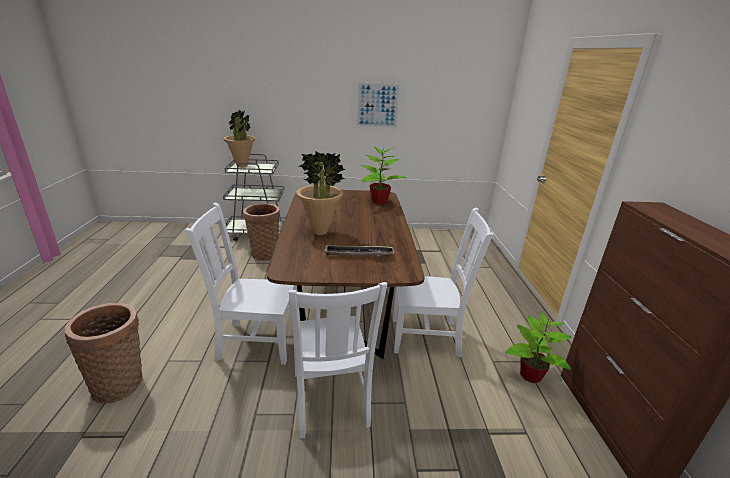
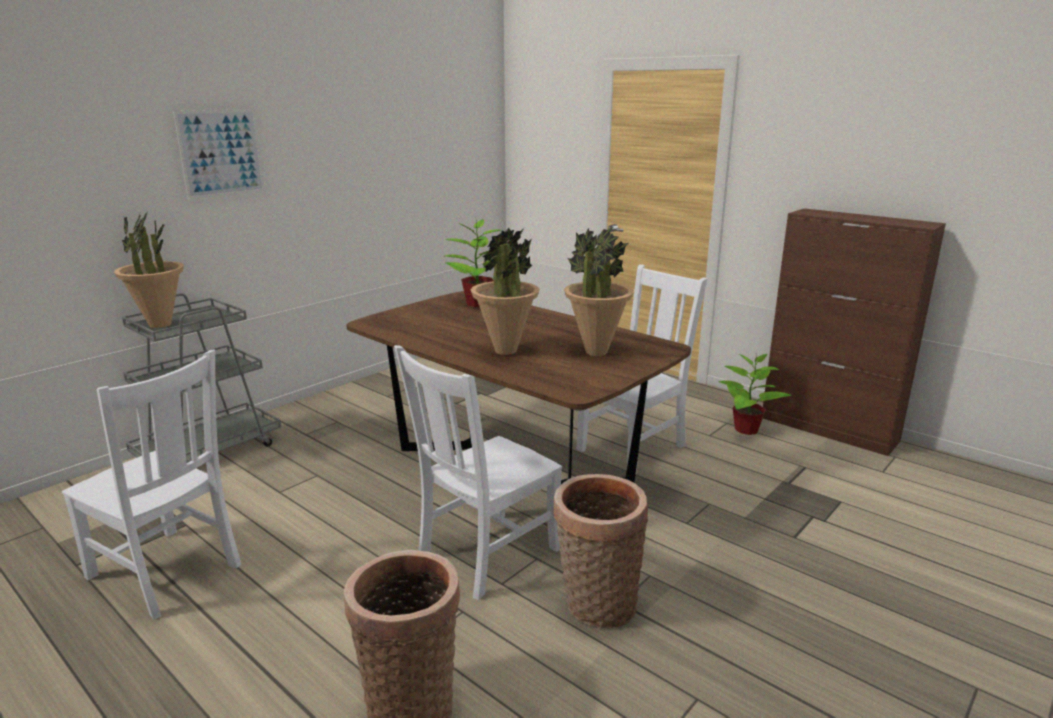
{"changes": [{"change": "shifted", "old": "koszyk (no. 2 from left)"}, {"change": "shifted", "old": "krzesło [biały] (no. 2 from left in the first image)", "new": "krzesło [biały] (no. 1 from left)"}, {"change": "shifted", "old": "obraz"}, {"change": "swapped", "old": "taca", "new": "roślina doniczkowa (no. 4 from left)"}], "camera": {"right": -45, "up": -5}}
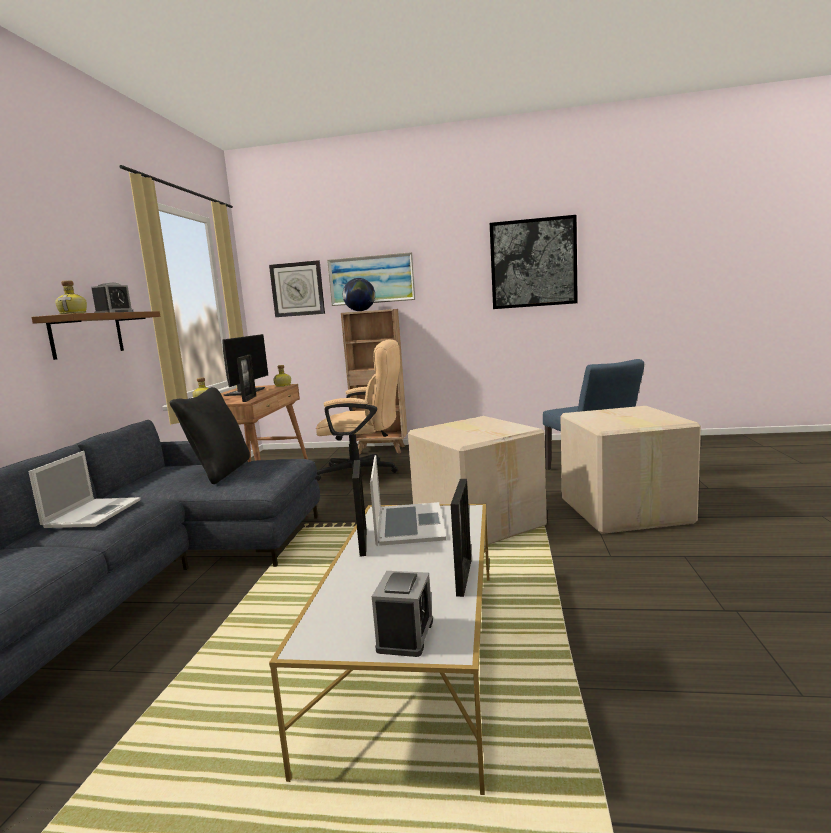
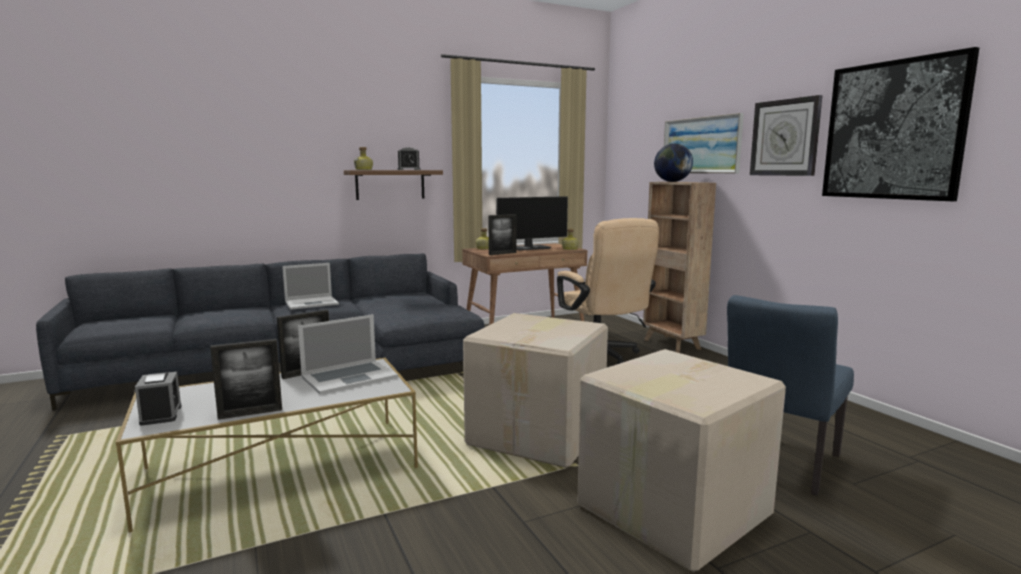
{"changes": [{"change": "gone", "old": "poduszka [czarny]"}, {"change": "shifted", "old": "zegar ścienny"}, {"change": "rotated", "old": "budzik (no. 2 from left in the first image)", "degrees": -90}], "camera": {"right": 55, "up": 0}}
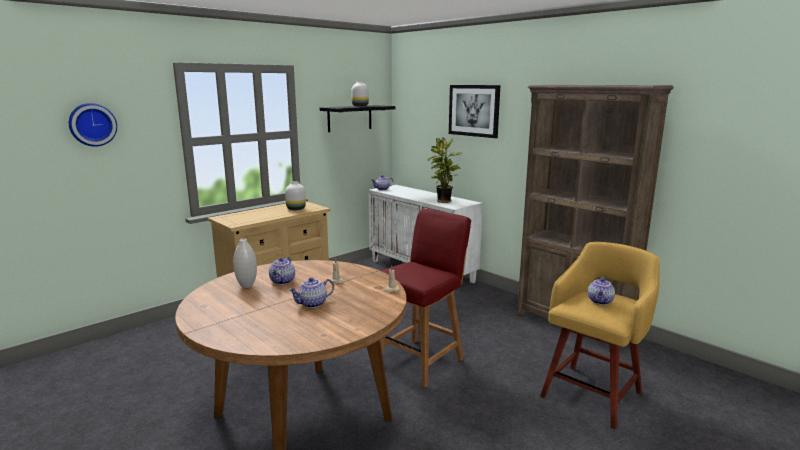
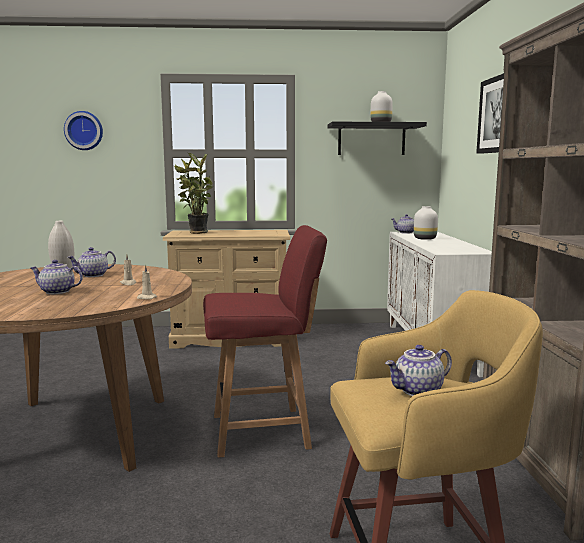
{"changes": [{"change": "shifted", "old": "wazon [biały] (no. 2 from left in the first image)", "new": "wazon [biały] (no. 3 from left)"}, {"change": "shifted", "old": "roślina doniczkowa"}], "camera": {"right": 40, "up": -5}}
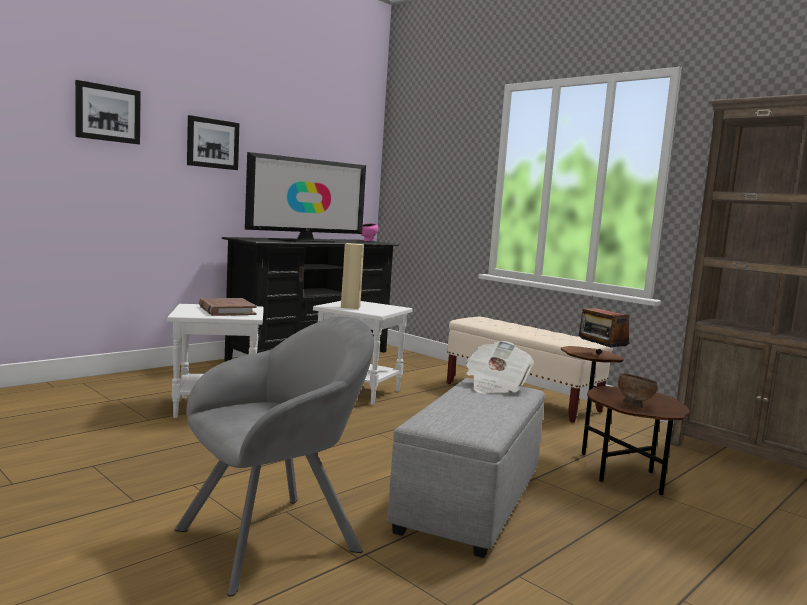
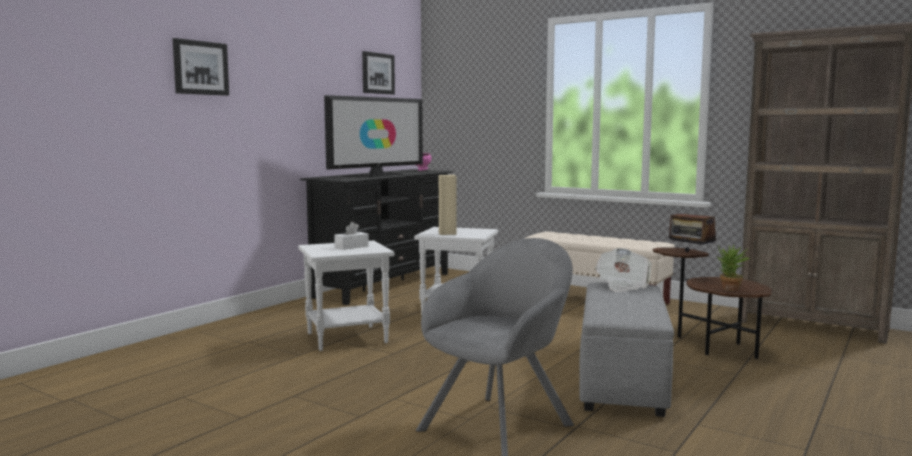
{"changes": [{"change": "shifted", "old": "obraz (no. 2 from left)"}, {"change": "swapped", "old": "książka [brązowy]", "new": "pudełko chusteczek [biały]"}, {"change": "swapped", "old": "miska [brązowy]", "new": "roślina doniczkowa"}], "camera": {"right": -10, "up": 0}}
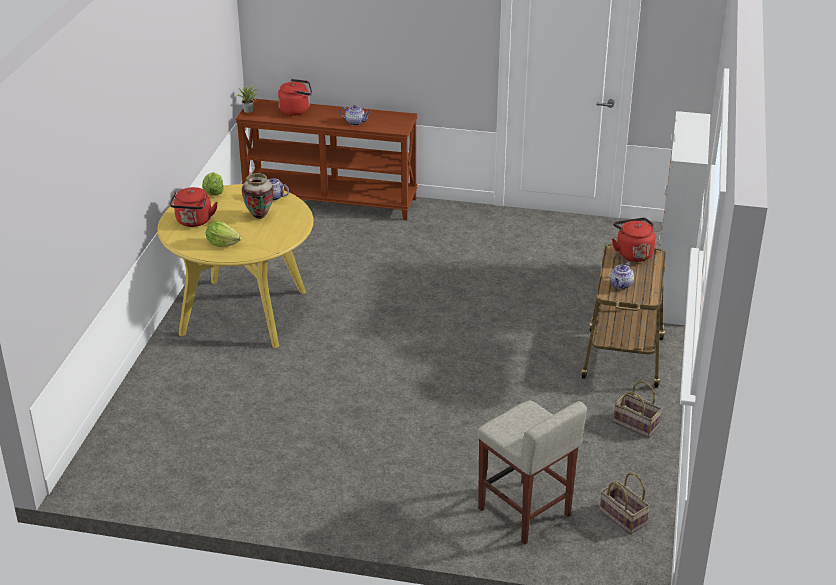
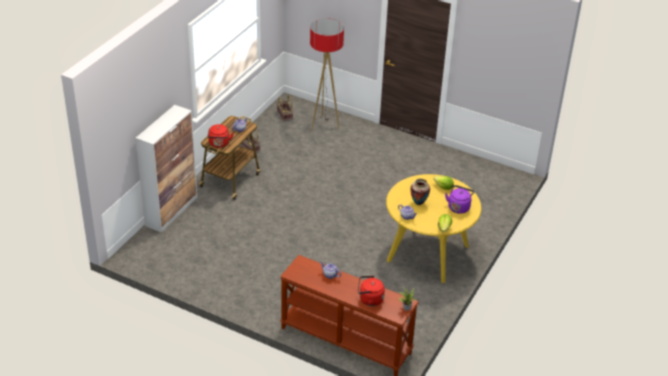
{"changes": [{"change": "swapped", "old": "stołek [beżowy]", "new": "lampa stojąca"}, {"change": "repainted", "old": "czajnik [czerwony] (no. 1 from left)", "new": "czajnik [fioletowy]"}], "camera": {"right": -165, "up": 5}}
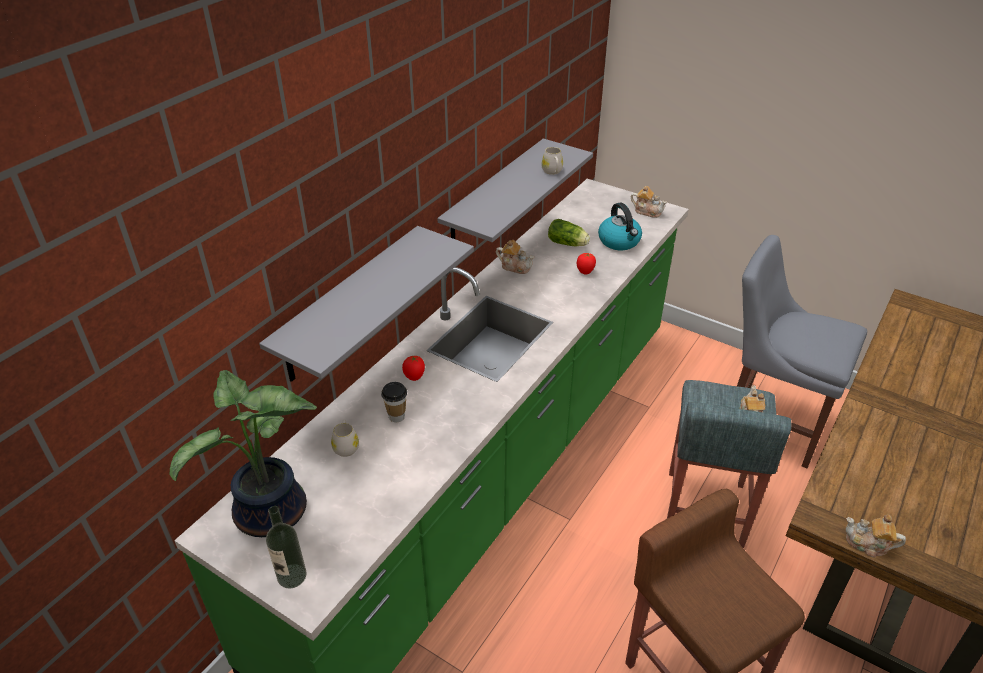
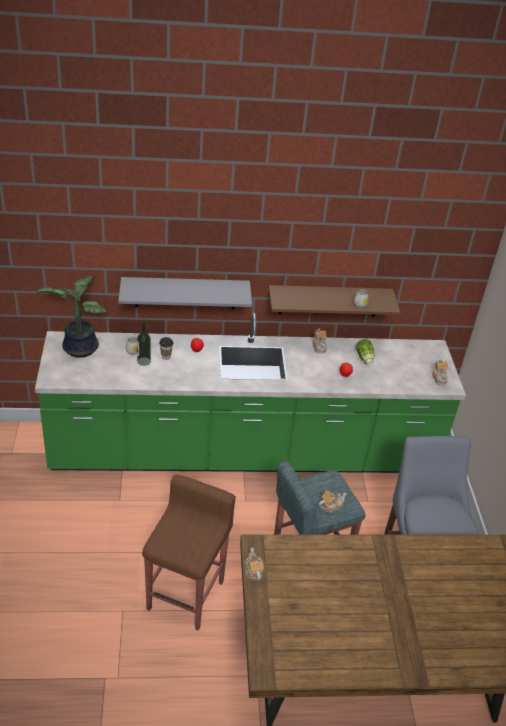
{"changes": [{"change": "gone", "old": "czajnik"}, {"change": "shifted", "old": "butelka"}, {"change": "repainted", "old": "półka [szary] (no. 2 from left)", "new": "półka [brązowy]"}], "camera": {"right": 50, "up": 0}}
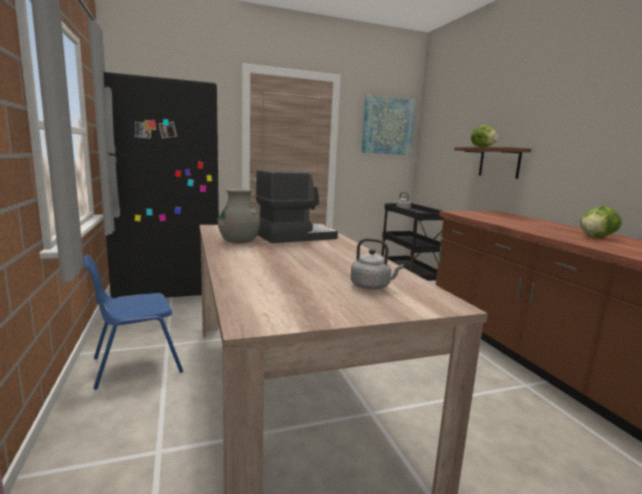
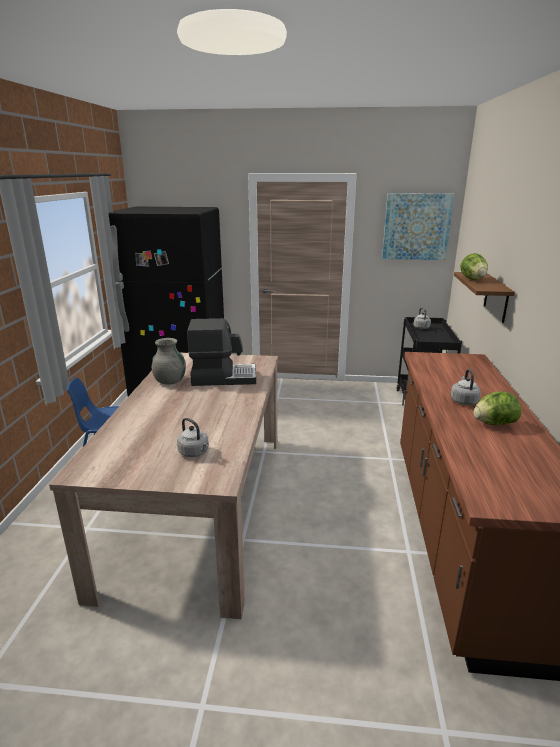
{"changes": [{"change": "new", "new": "czajnik [szary] (no. 3 from left)"}], "camera": {"right": 25, "up": 10}}
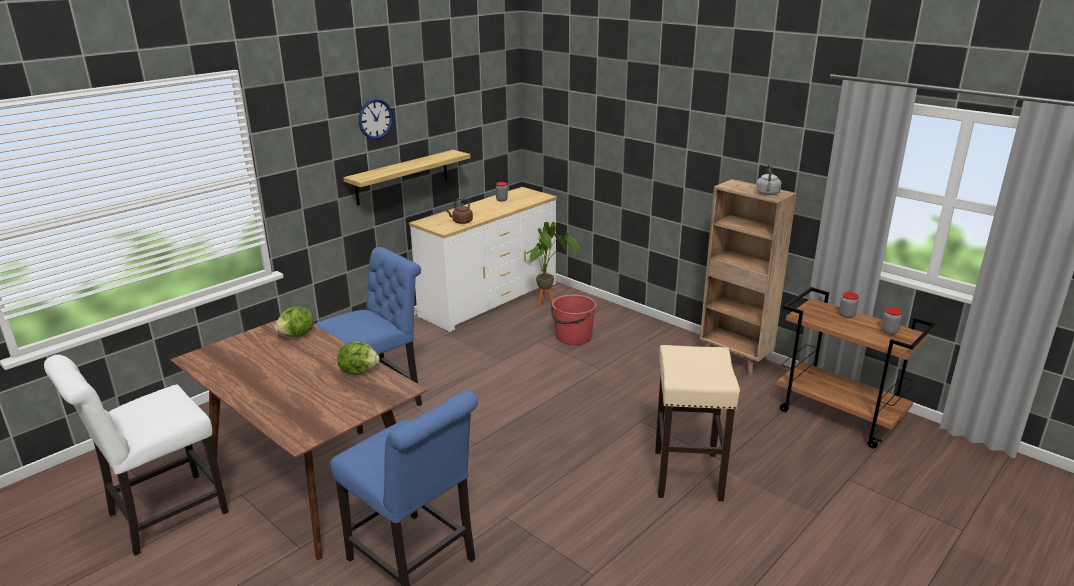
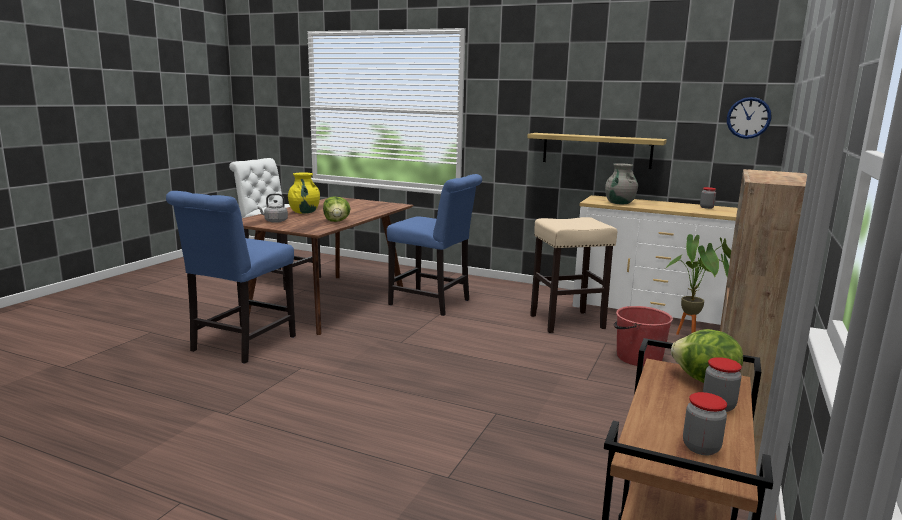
{"changes": [{"change": "new", "new": "wazon [żółty]"}, {"change": "shifted", "old": "sałata (no. 1 from left in the first image)", "new": "sałata (no. 2 from left)"}, {"change": "shifted", "old": "zegar ścienny"}, {"change": "shifted", "old": "stołek [beżowy]"}, {"change": "shifted", "old": "czajnik [szary]"}, {"change": "swapped", "old": "czajnik [brązowy]", "new": "wazon [szary]"}], "camera": {"right": 70, "up": -10}}
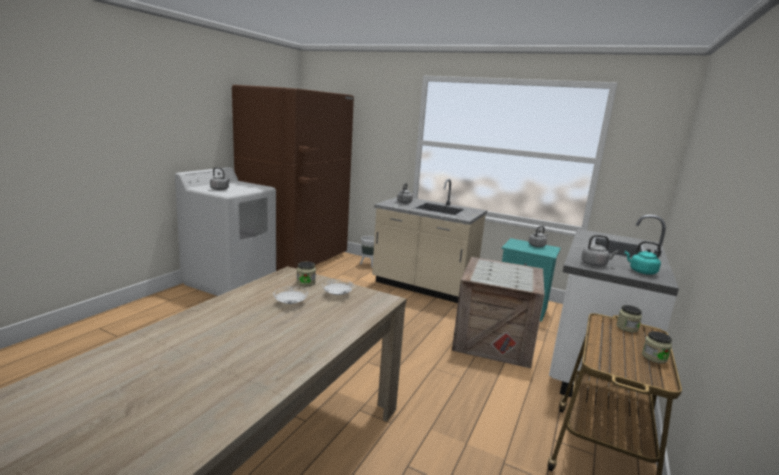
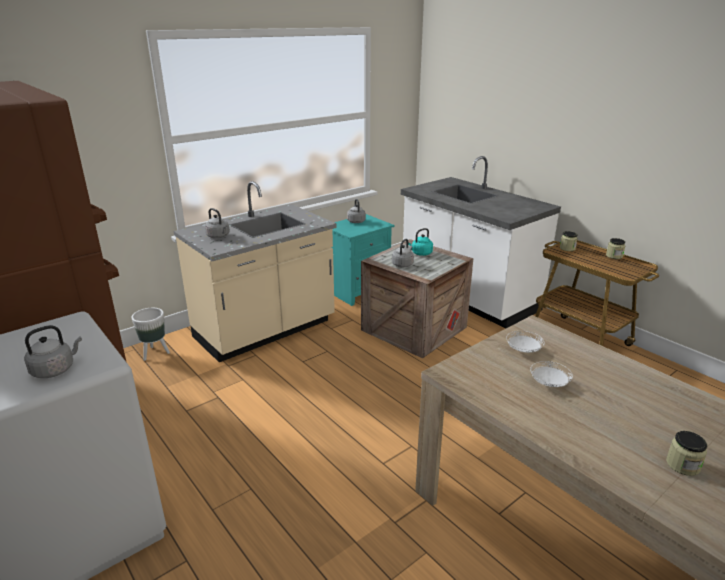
{"changes": [{"change": "shifted", "old": "słoik (no. 1 from left in the first image)", "new": "słoik (no. 3 from left)"}, {"change": "shifted", "old": "czajnik [szary] (no. 4 from left)"}, {"change": "shifted", "old": "czajnik [turkusowy]"}], "camera": {"right": -65, "up": 10}}
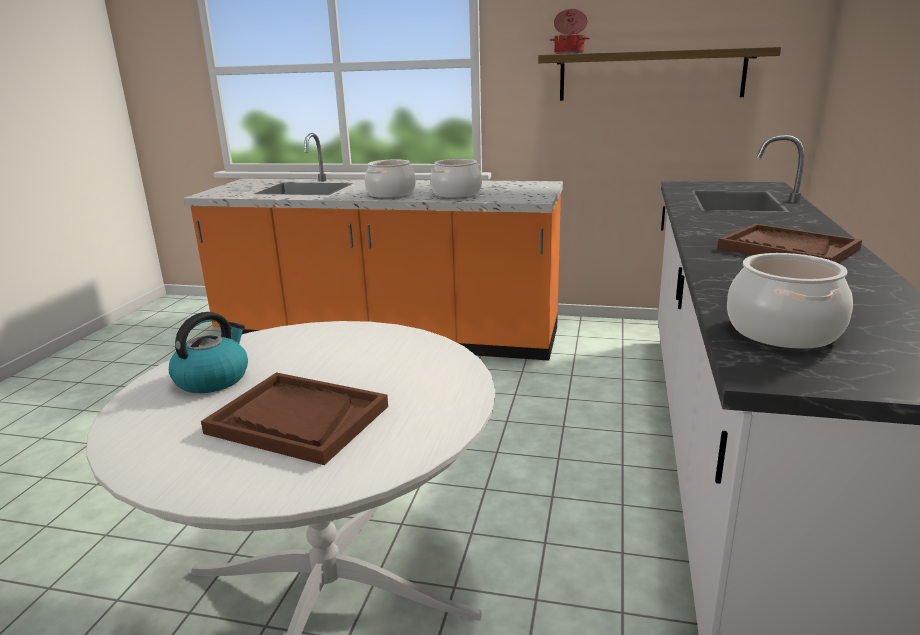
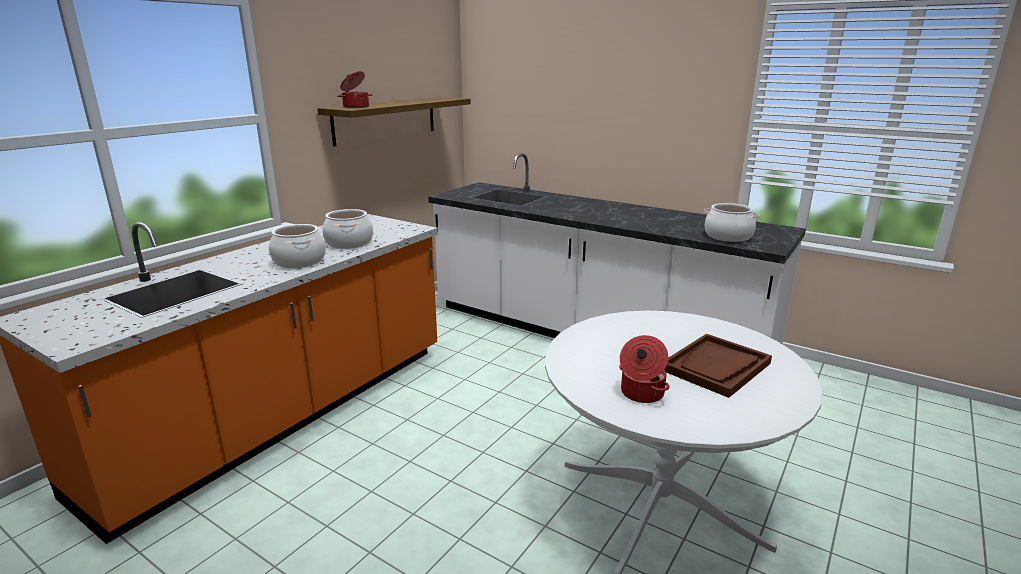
{"changes": [{"change": "gone", "old": "taca [brązowy] (no. 2 from left)"}, {"change": "swapped", "old": "czajnik", "new": "garnek (no. 4 from left)"}], "camera": {"right": -70, "up": 0}}
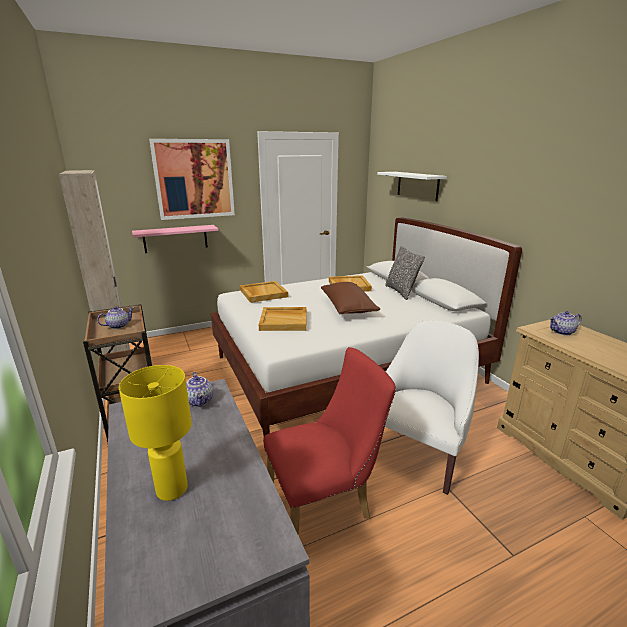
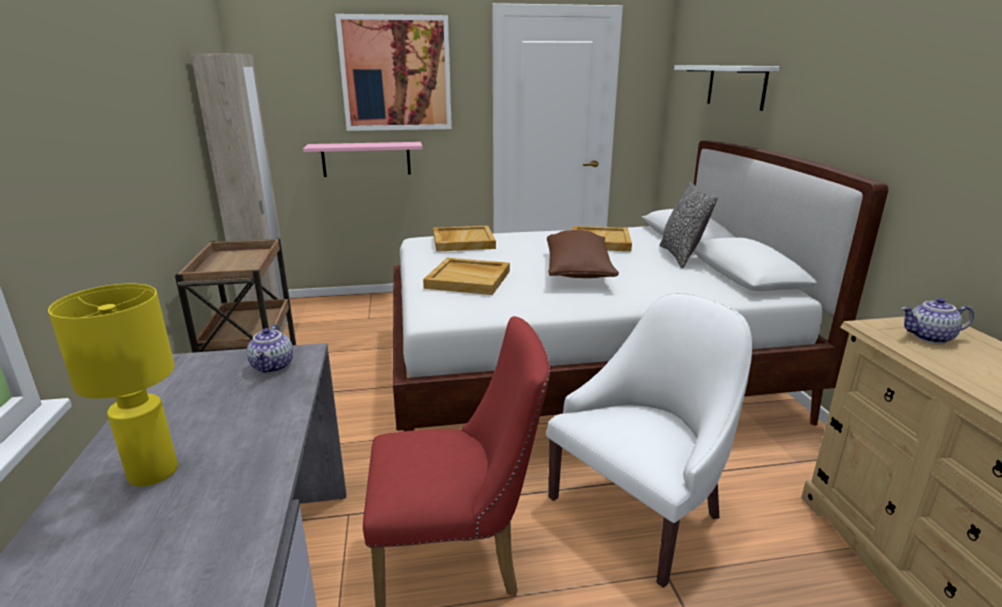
{"changes": [{"change": "gone", "old": "imbryk (no. 1 from left)"}], "camera": {"right": 15, "up": 0}}
